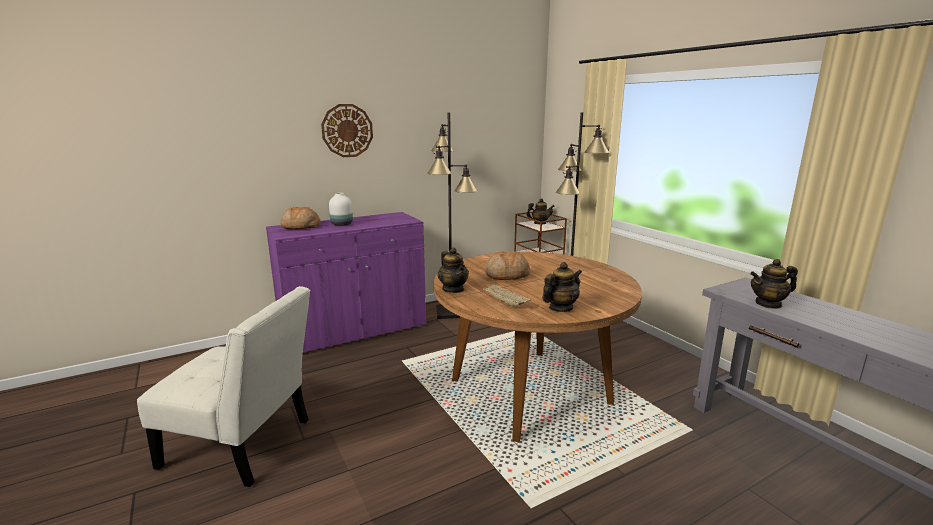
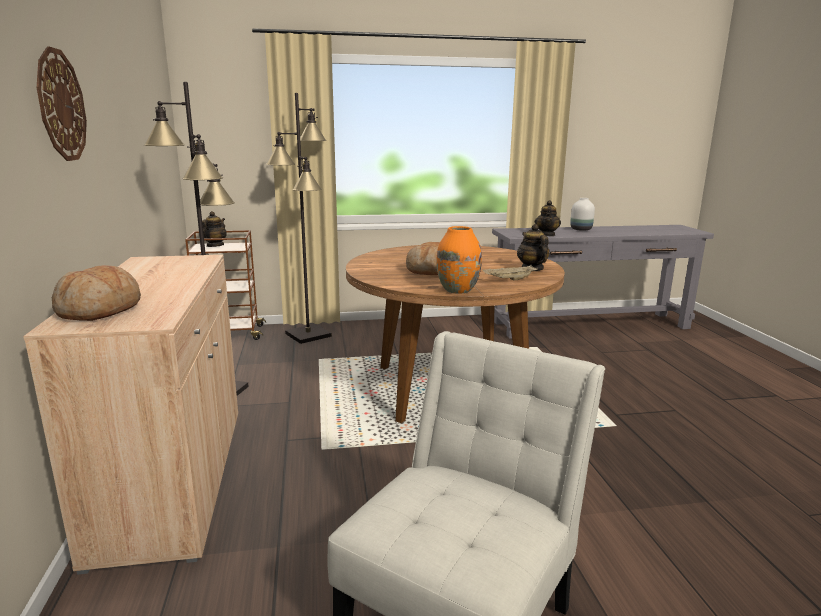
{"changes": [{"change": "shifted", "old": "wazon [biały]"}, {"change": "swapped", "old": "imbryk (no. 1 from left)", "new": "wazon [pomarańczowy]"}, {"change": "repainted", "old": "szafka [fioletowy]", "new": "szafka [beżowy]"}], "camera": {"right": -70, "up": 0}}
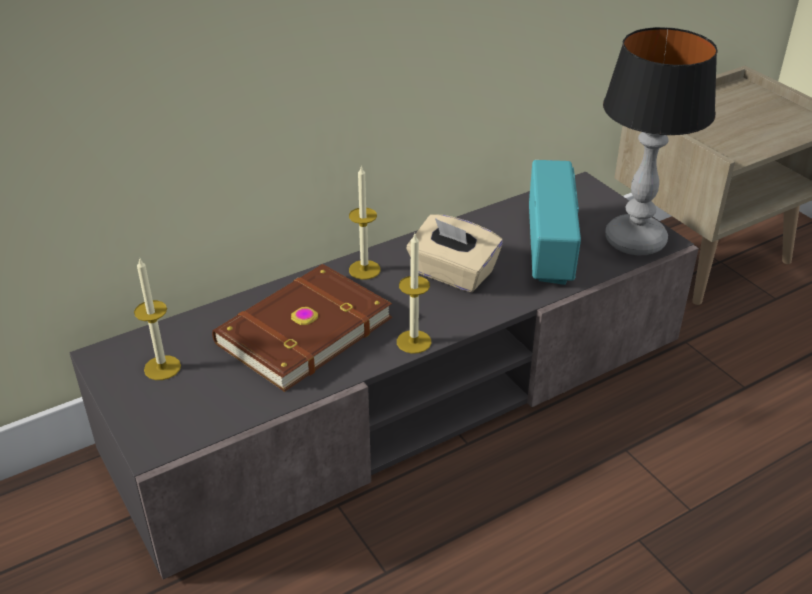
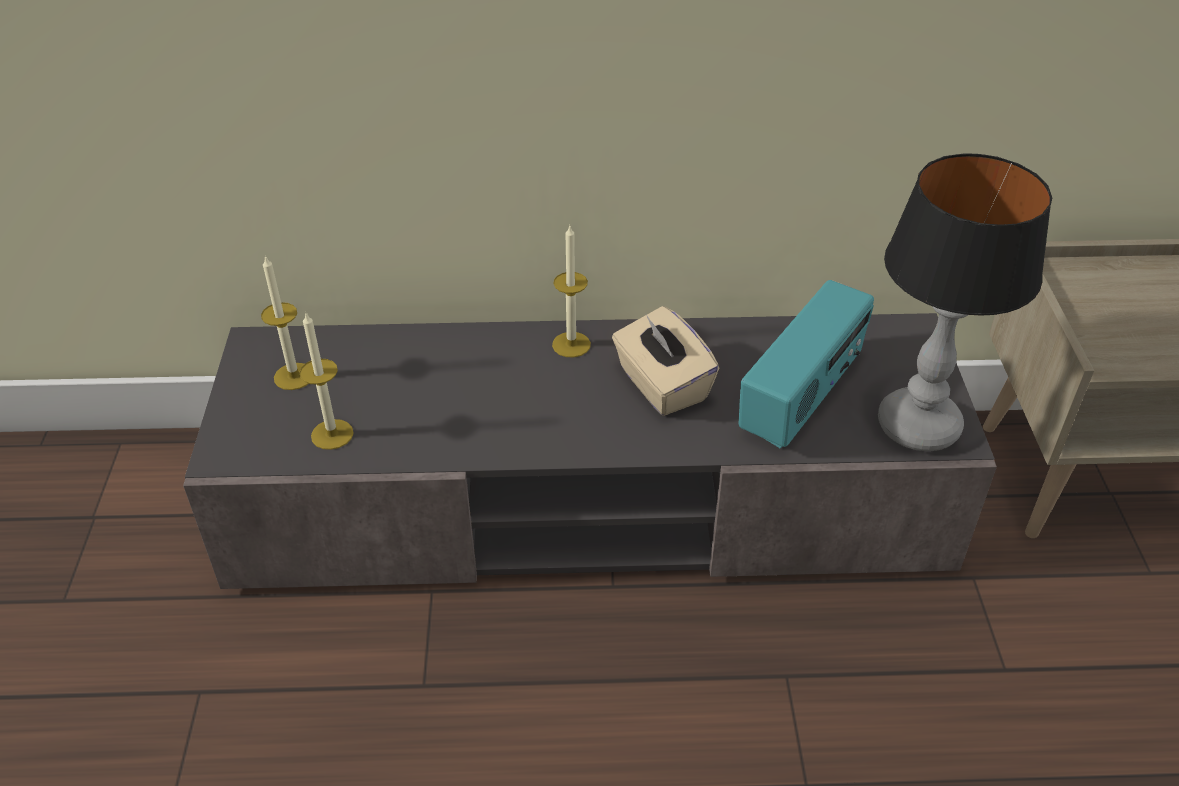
{"changes": [{"change": "gone", "old": "książka [brązowy]"}, {"change": "shifted", "old": "świeca (no. 3 from left in the first image)", "new": "świeca (no. 2 from left)"}], "camera": {"right": 30, "up": 5}}
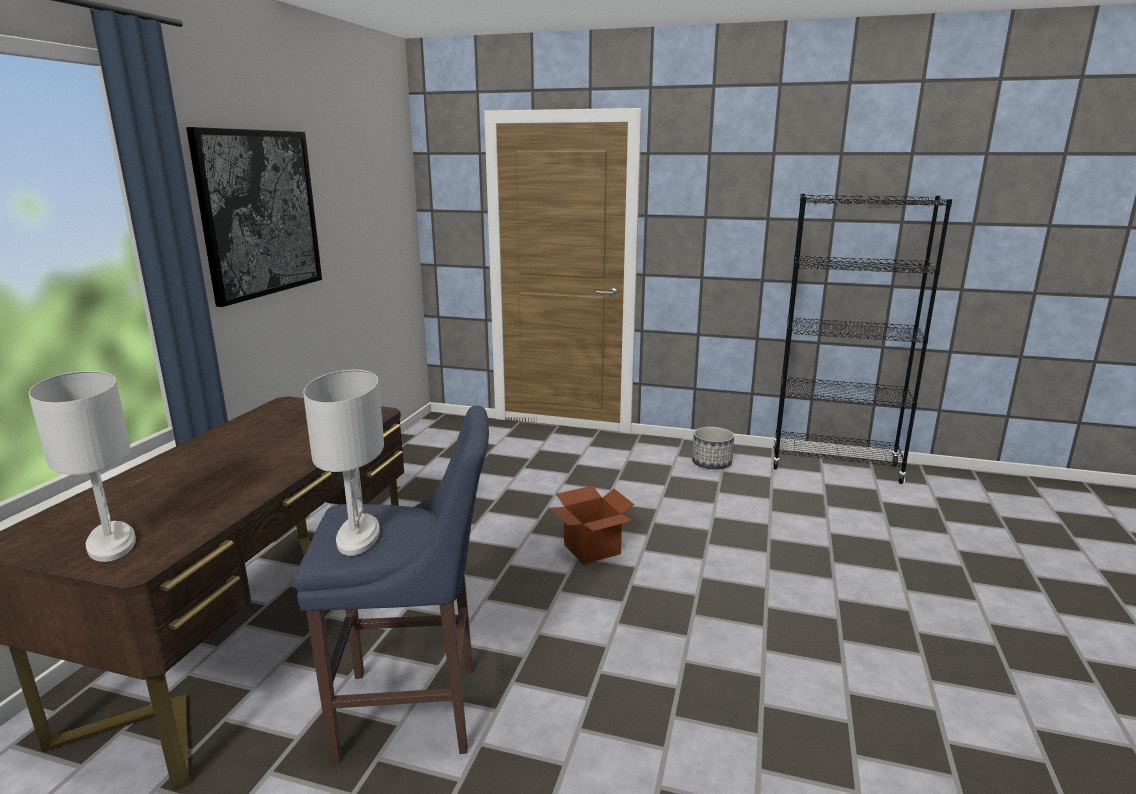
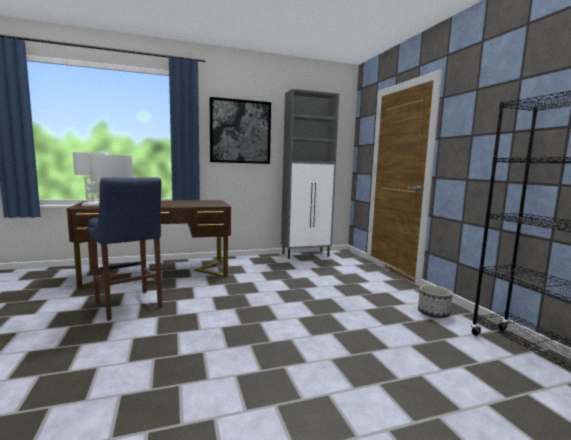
{"changes": [{"change": "gone", "old": "karton"}, {"change": "new", "new": "szafka [szary]"}], "camera": {"right": 55, "up": -10}}
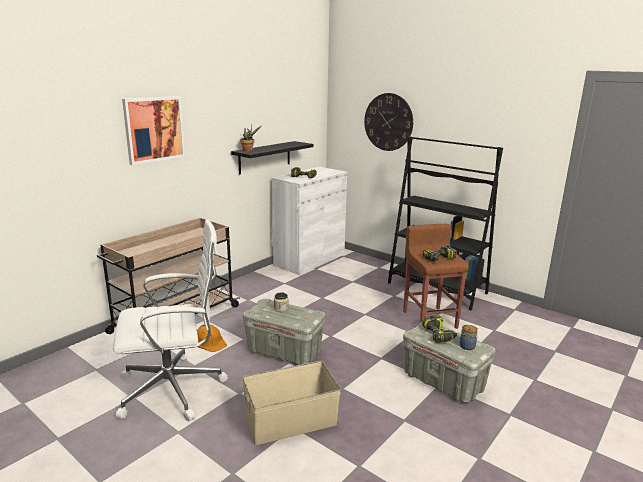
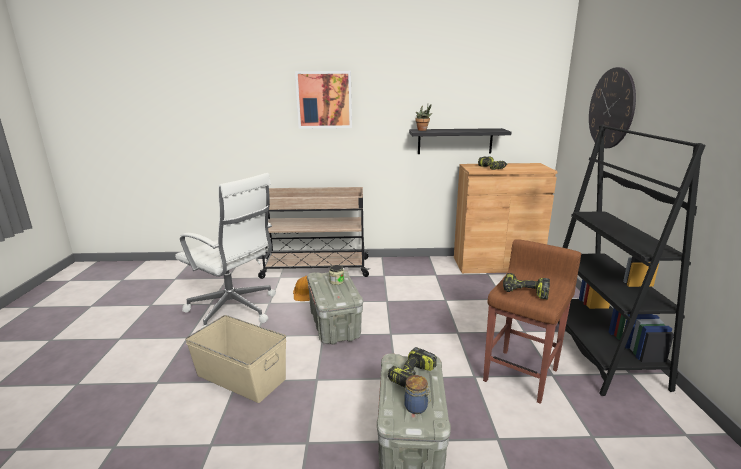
{"changes": [{"change": "repainted", "old": "szafka [biały]", "new": "szafka [brązowy]"}], "camera": {"right": 50, "up": 0}}
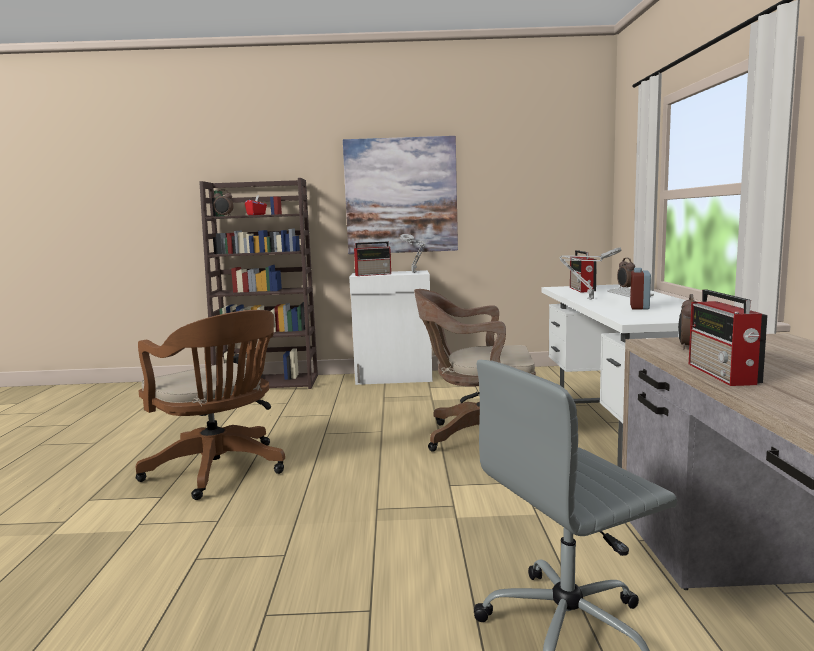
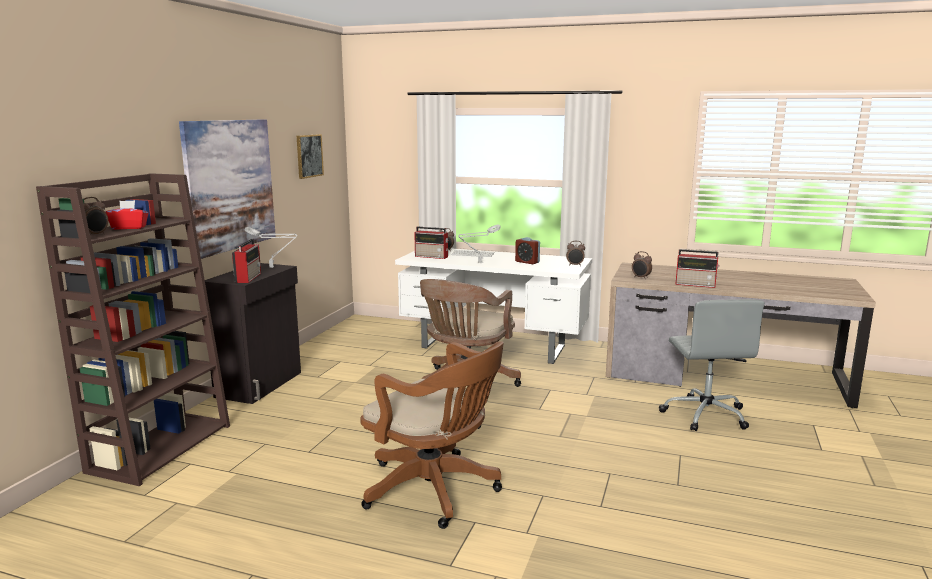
{"changes": [{"change": "new", "new": "obraz (no. 2 from left)"}, {"change": "new", "new": "budzik (no. 4 from left)"}, {"change": "repainted", "old": "szafka [biały]", "new": "szafka [czarny]"}, {"change": "rotated", "old": "krzesło biurowe [brązowy] (no. 1 from left)", "degrees": 60}], "camera": {"right": -70, "up": 5}}
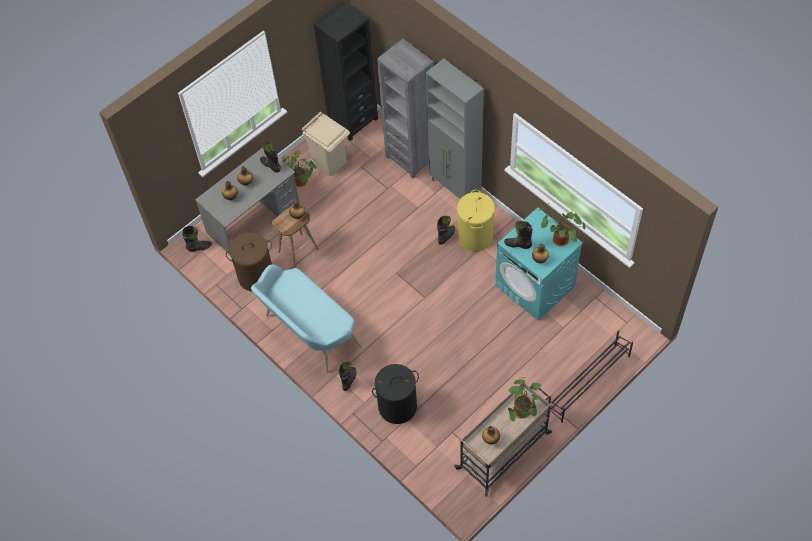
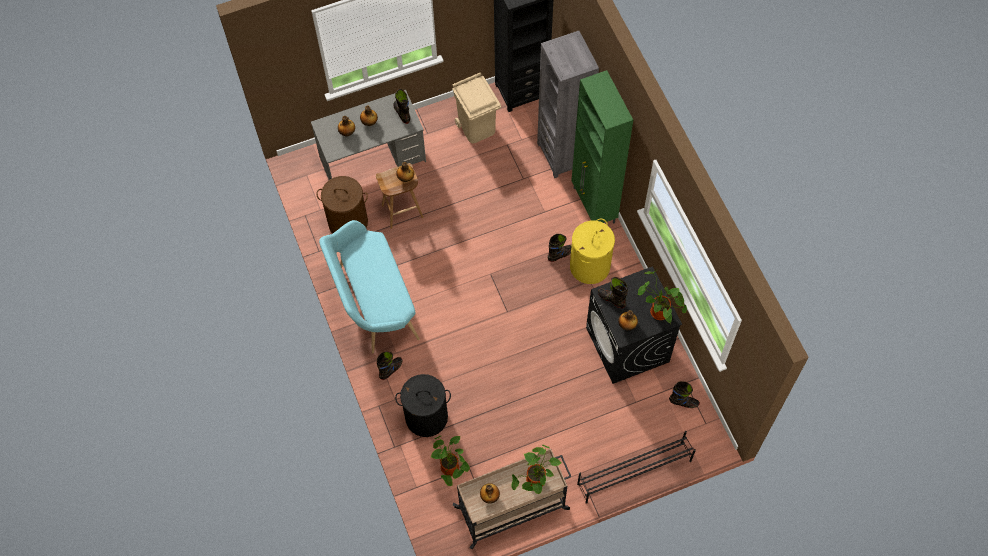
{"changes": [{"change": "shifted", "old": "but z cholewką [czarny] (no. 1 from left in the first image)", "new": "but z cholewką [czarny] (no. 5 from left)"}, {"change": "shifted", "old": "roślina doniczkowa (no. 1 from left)"}, {"change": "repainted", "old": "szafka [szary]", "new": "szafka [zielony]"}, {"change": "repainted", "old": "pralka [turkusowy]", "new": "pralka [czarny]"}], "camera": {"right": 20, "up": 5}}
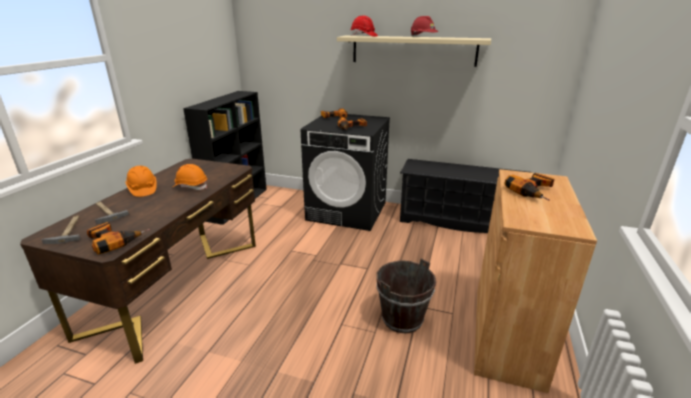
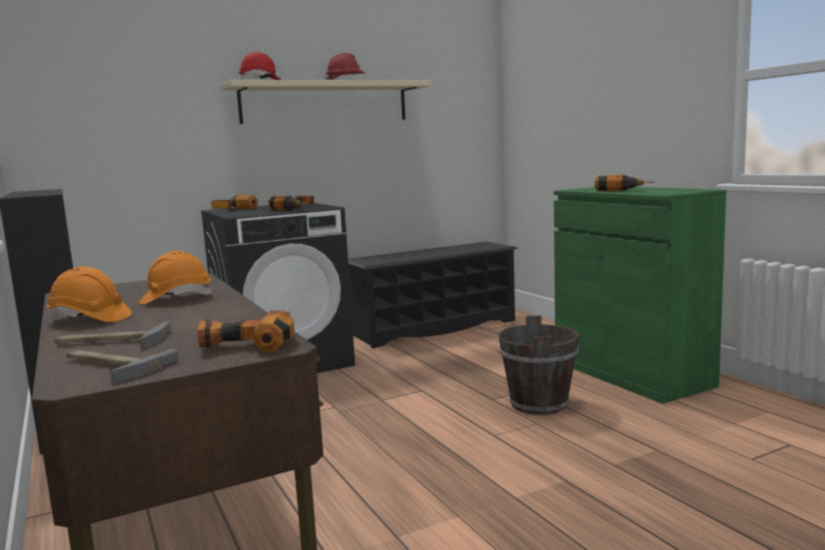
{"changes": [{"change": "repainted", "old": "szafka [brązowy]", "new": "szafka [zielony]"}], "camera": {"right": -45, "up": -15}}
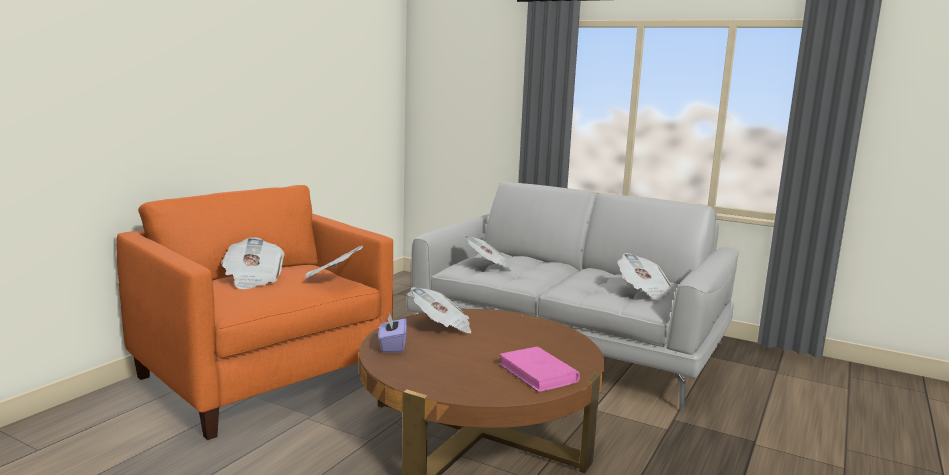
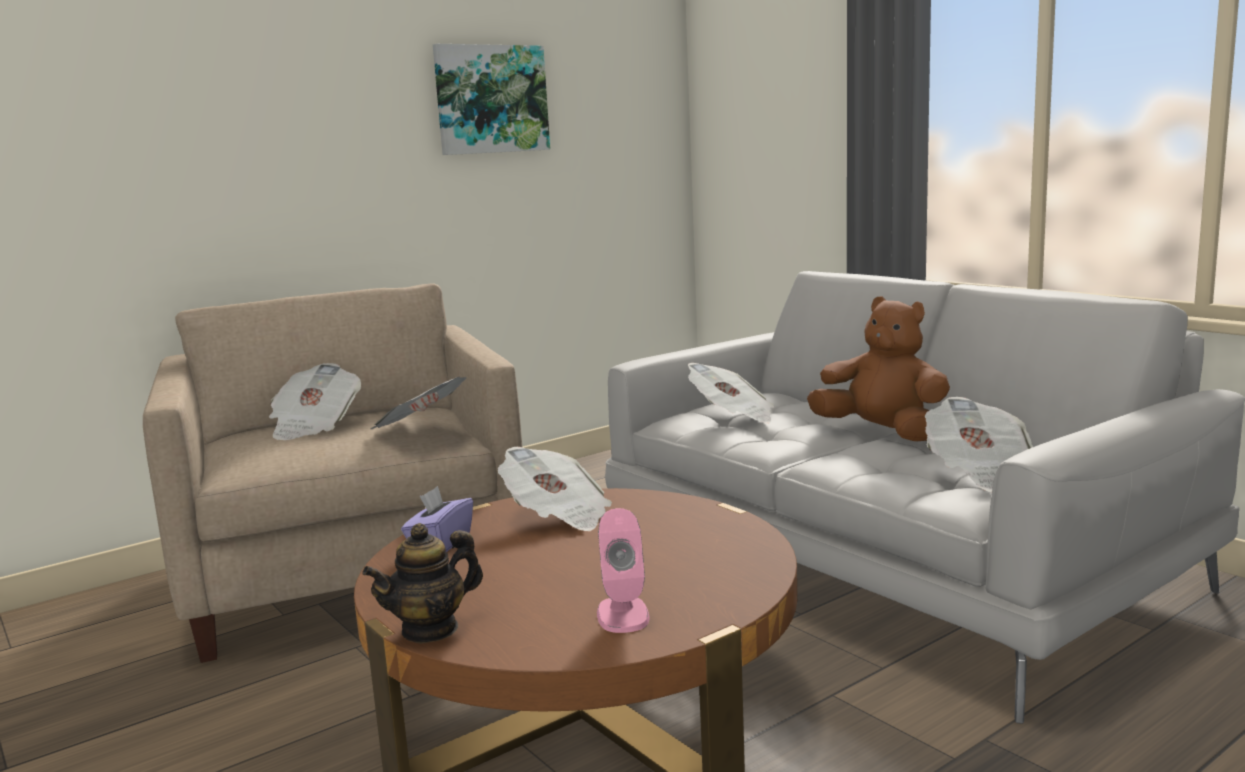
{"changes": [{"change": "new", "new": "imbryk"}, {"change": "new", "new": "obraz"}, {"change": "new", "new": "pluszak [brązowy]"}, {"change": "swapped", "old": "książka [różowy]", "new": "głośnik [różowy]"}, {"change": "repainted", "old": "fotel [pomarańczowy]", "new": "fotel [beżowy]"}], "camera": {"right": 25, "up": 0}}
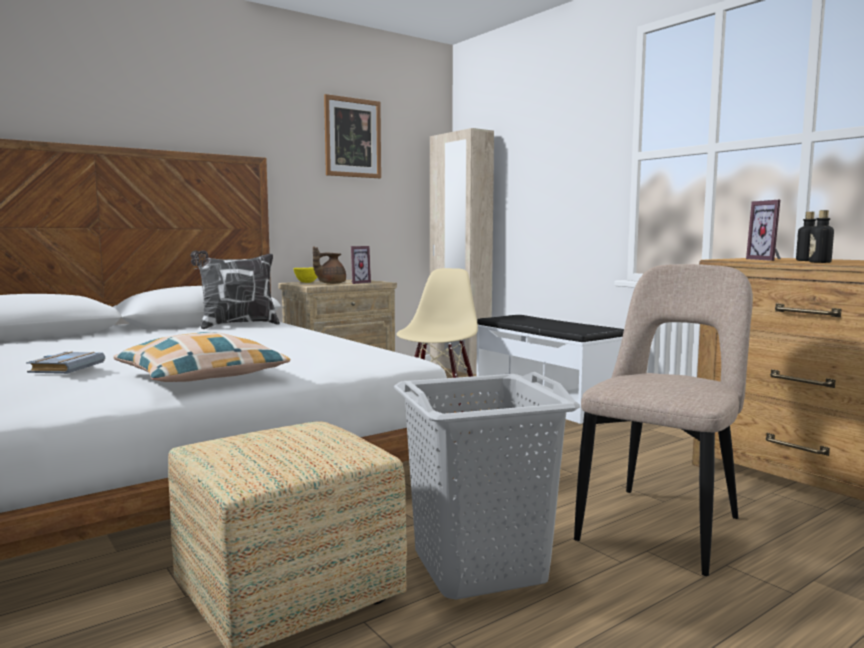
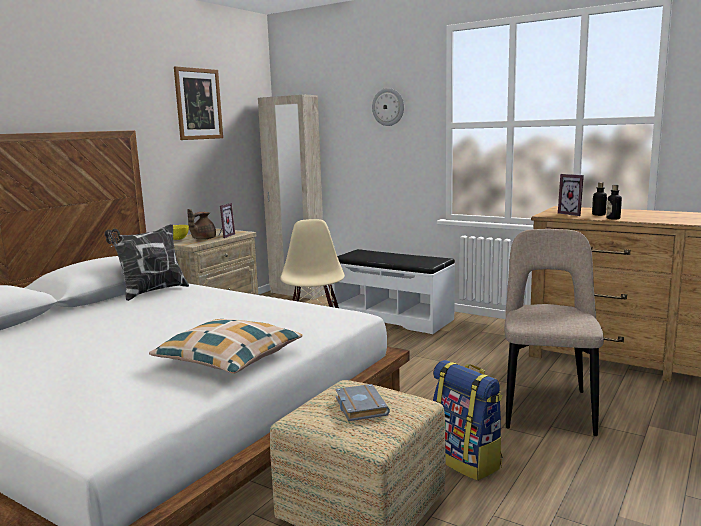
{"changes": [{"change": "new", "new": "zegar ścienny"}, {"change": "shifted", "old": "książka [szary]"}, {"change": "swapped", "old": "kosz na pranie [szary]", "new": "plecak"}], "camera": {"right": -20, "up": 5}}
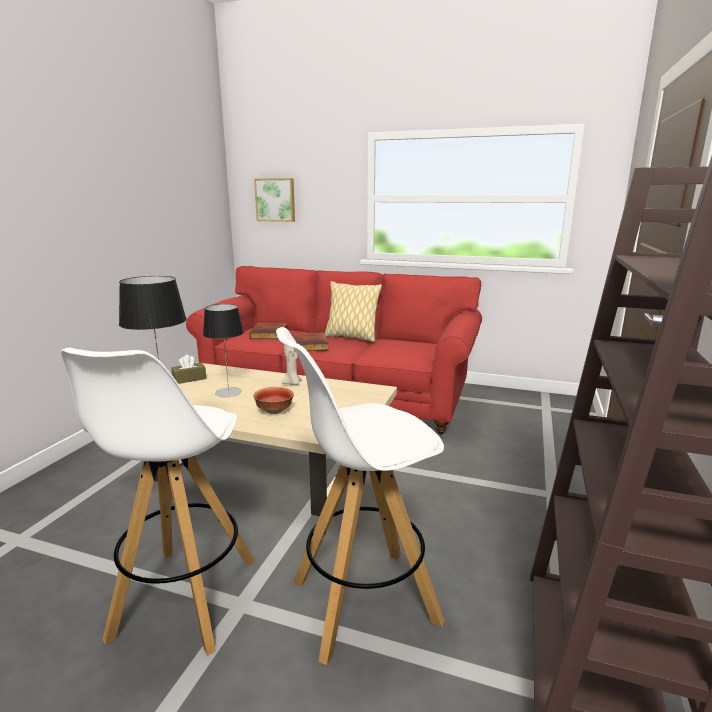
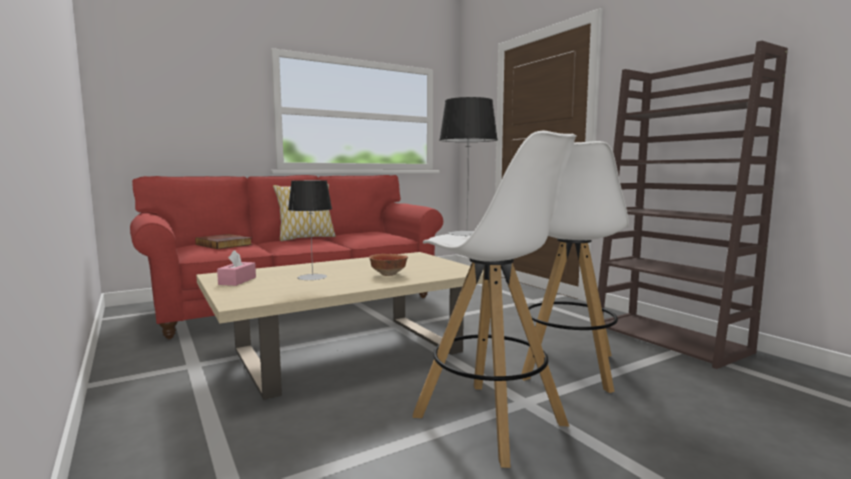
{"changes": [{"change": "gone", "old": "obraz"}, {"change": "gone", "old": "świeca [beżowy]"}, {"change": "gone", "old": "książka (no. 2 from left)"}, {"change": "repainted", "old": "pudełko chusteczek [brązowy]", "new": "pudełko chusteczek [różowy]"}], "camera": {"right": -50, "up": -10}}
